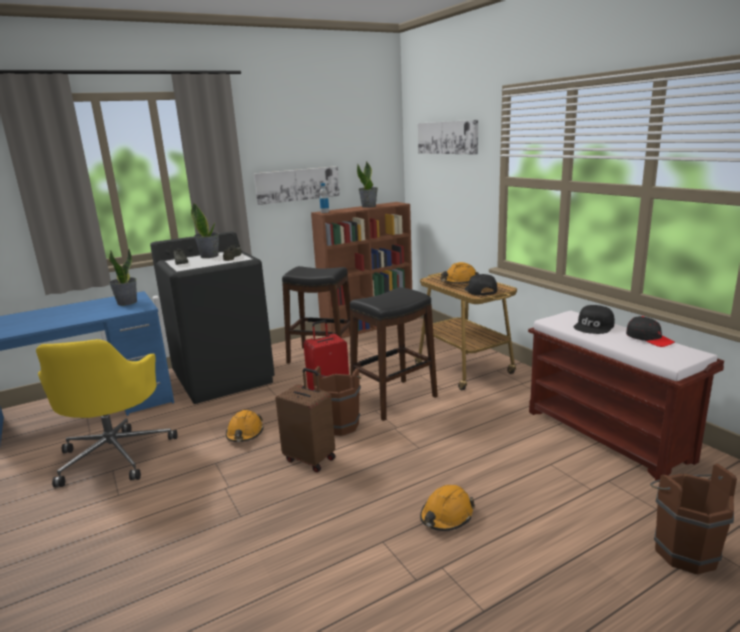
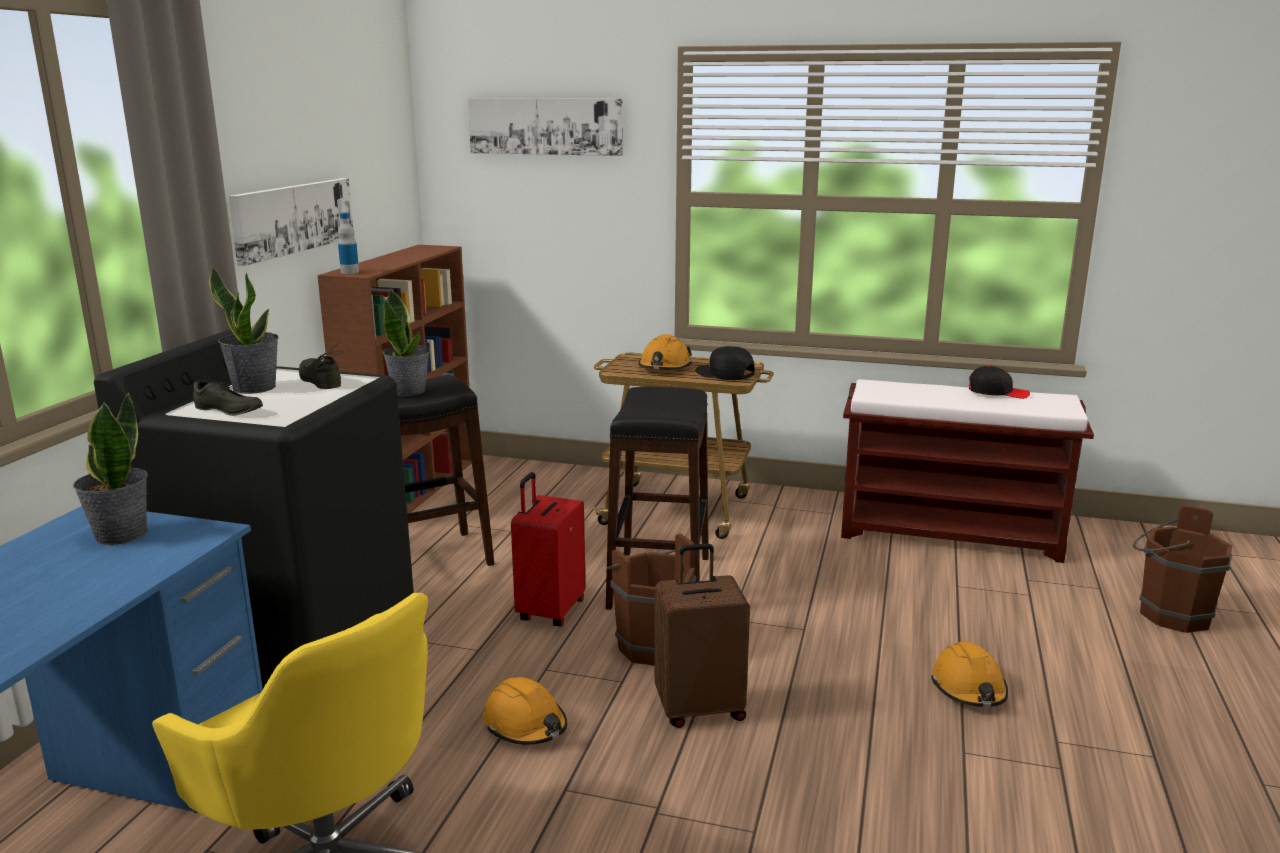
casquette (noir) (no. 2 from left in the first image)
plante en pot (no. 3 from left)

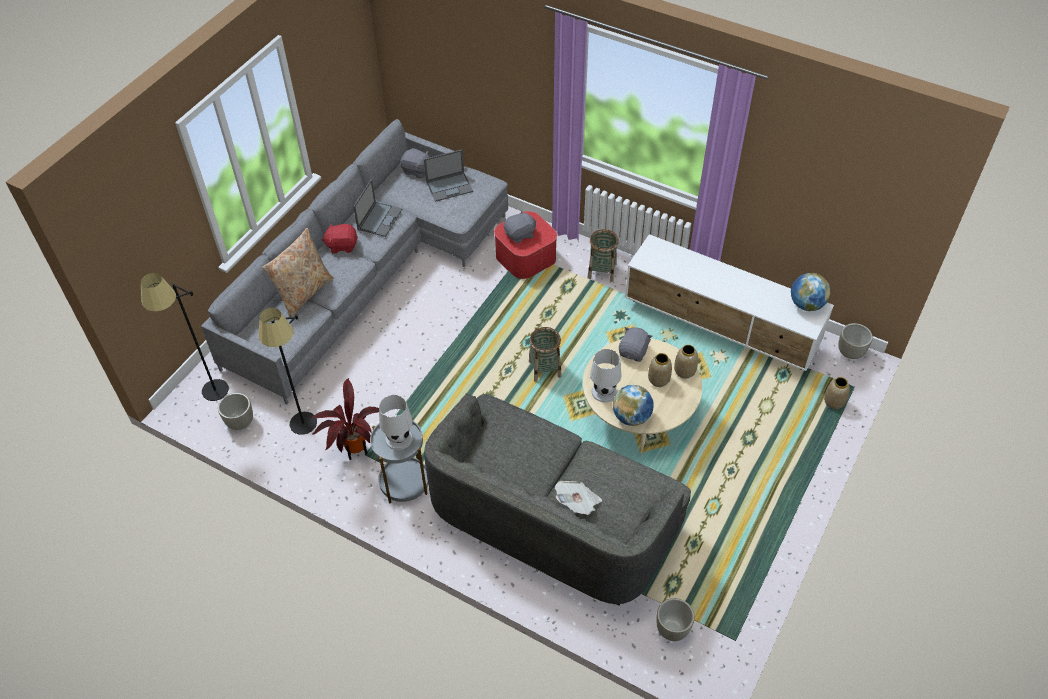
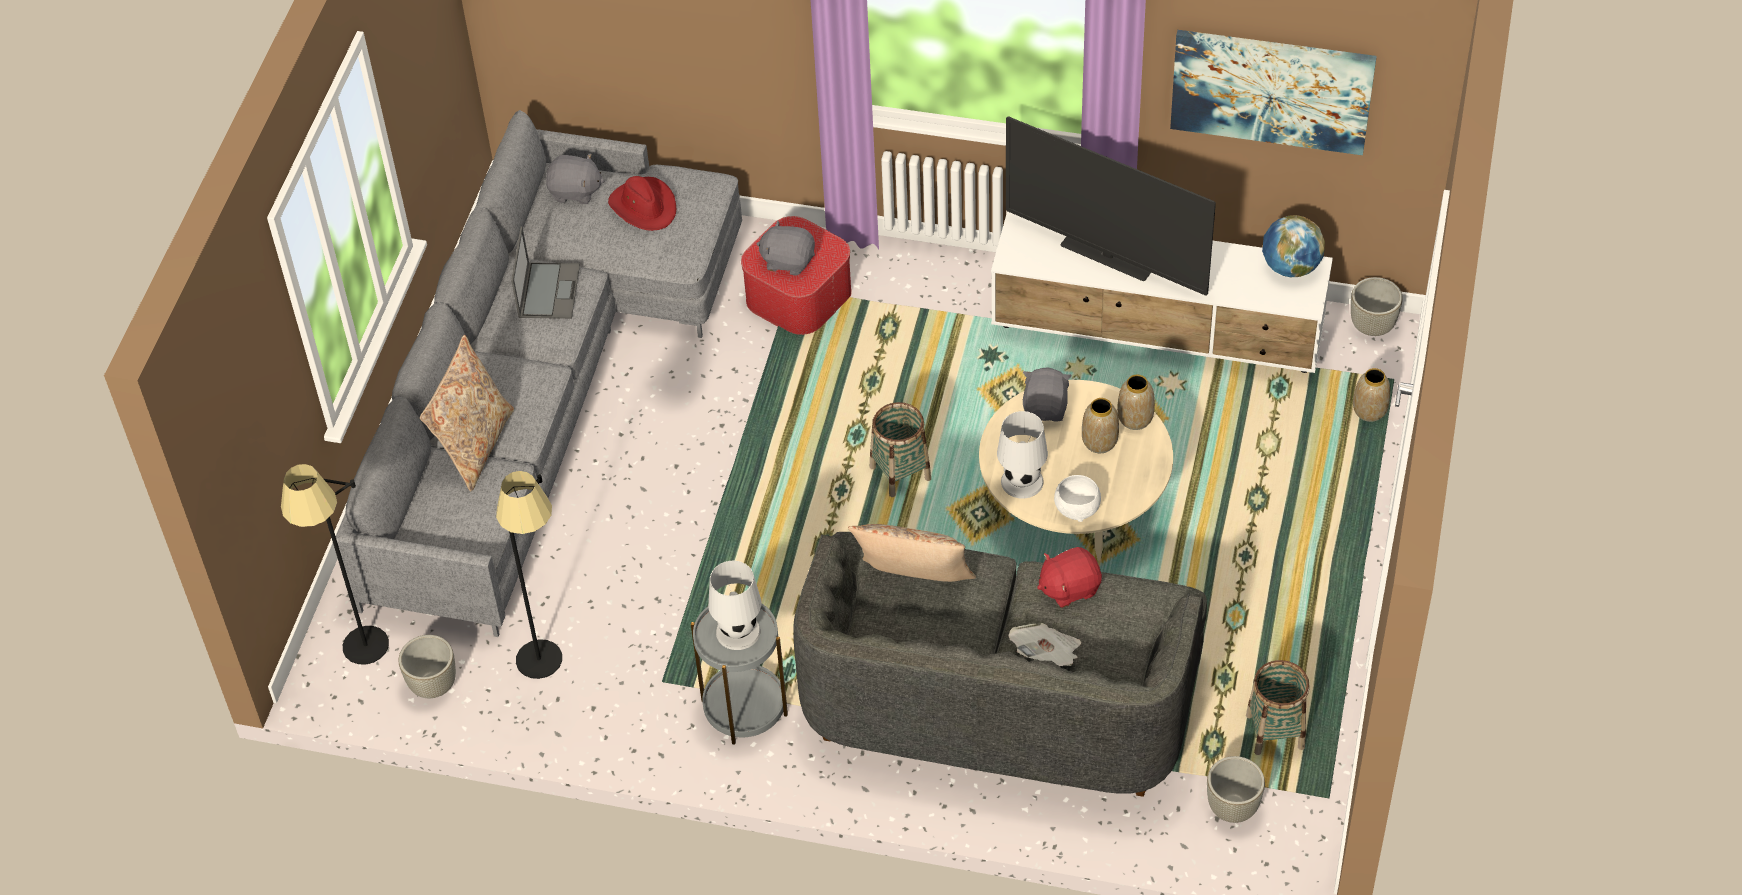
plante en pot
coussin (beige) (no. 2 from left)
téléviseur
tableau
peluche (rouge)
panier (no. 2 from left)
chapeau (rouge)
bol (blanc)
peluche (gris) (no. 2 from left)

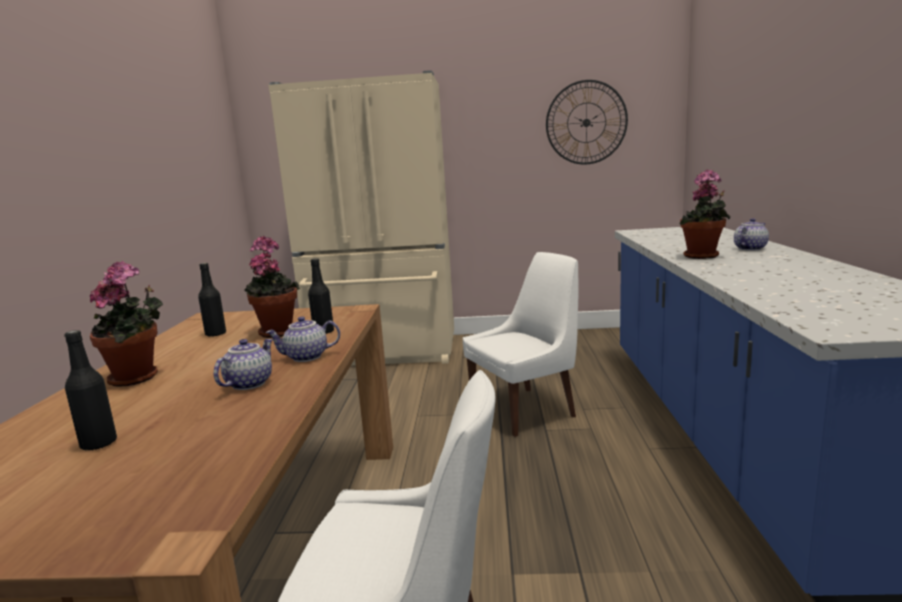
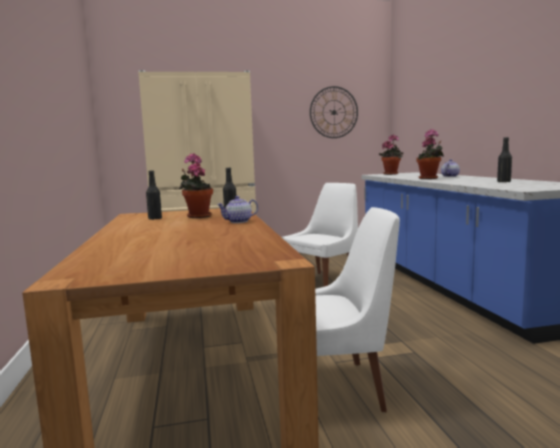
théière (no. 1 from left in the first image)
bouteille (noir) (no. 3 from left)
plante en pot (no. 2 from left)

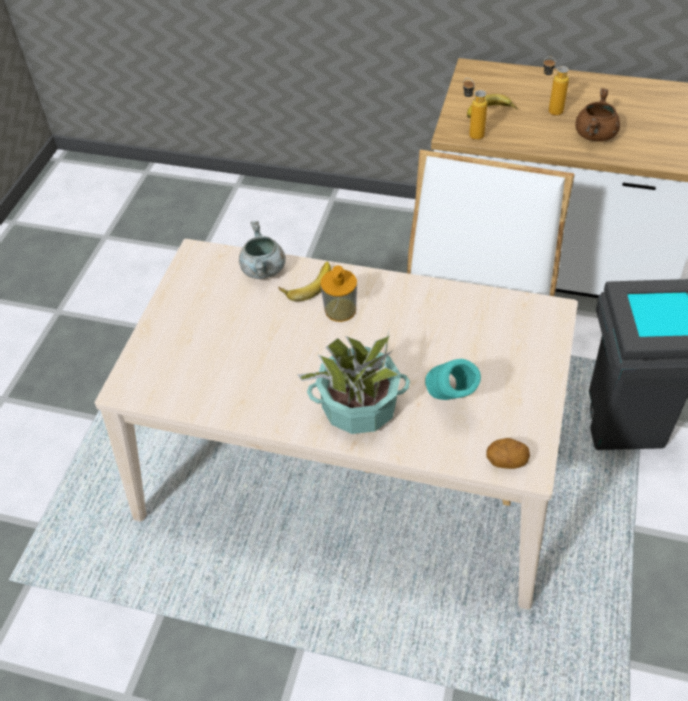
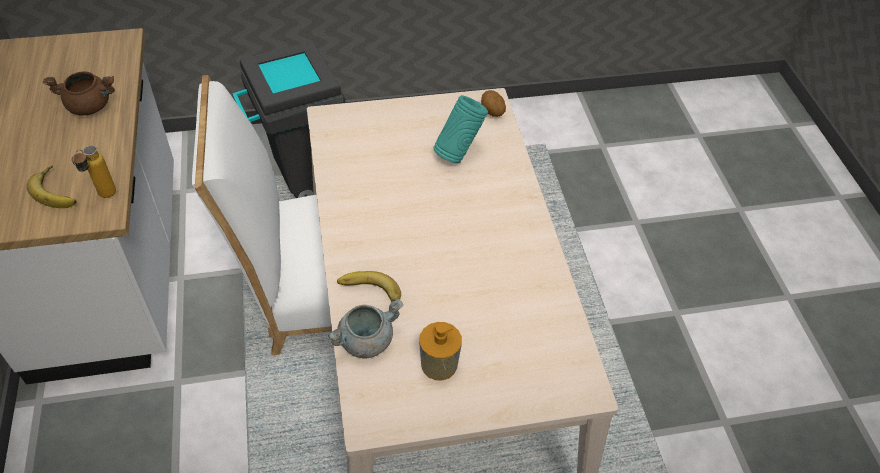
plante en pot
bouteille (no. 2 from left in the first image)
distributeur de savon

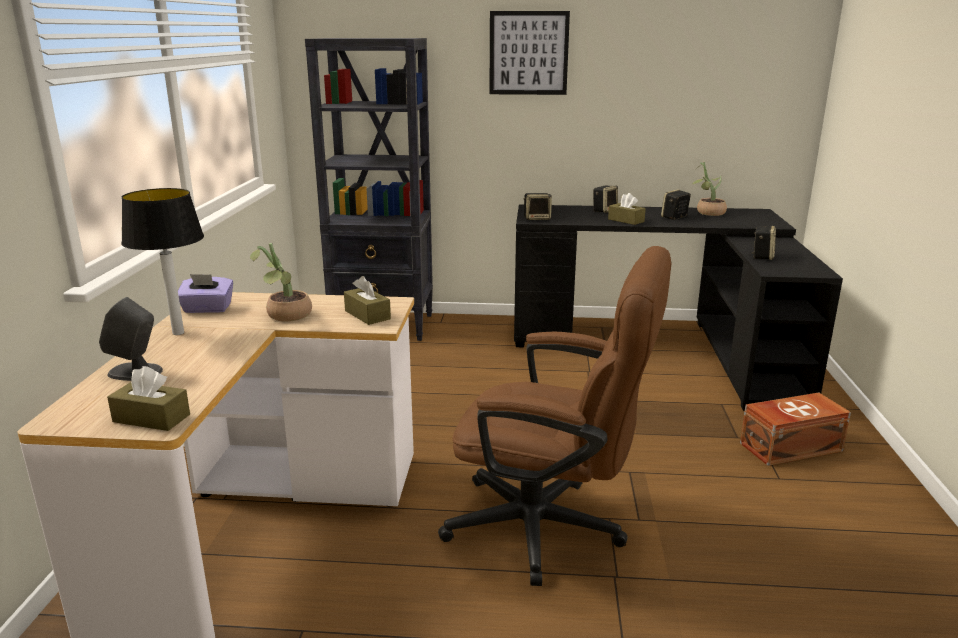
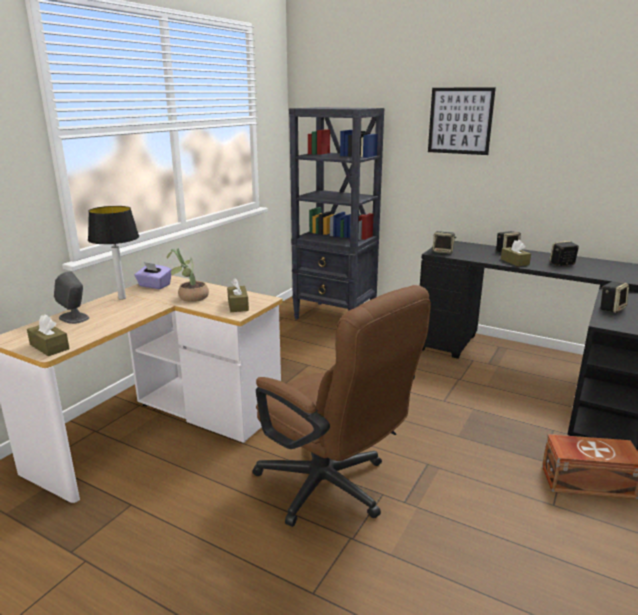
plante en pot (no. 2 from left in the first image)

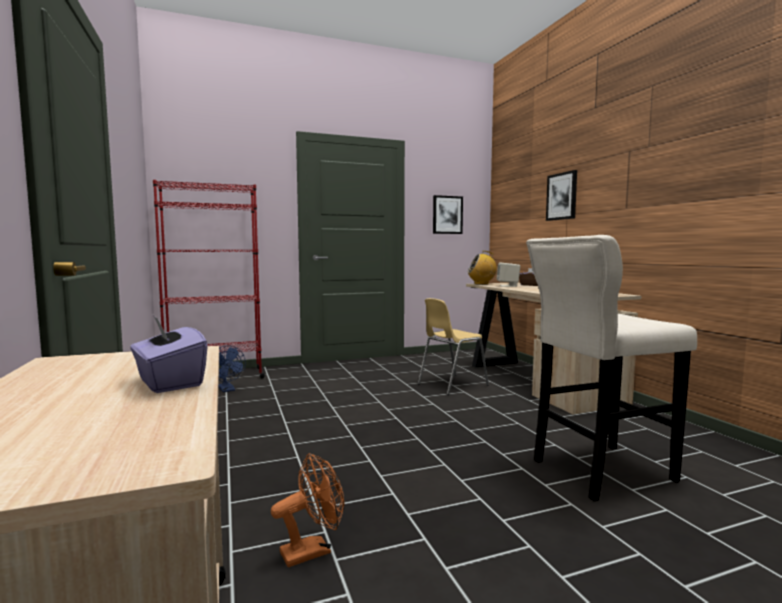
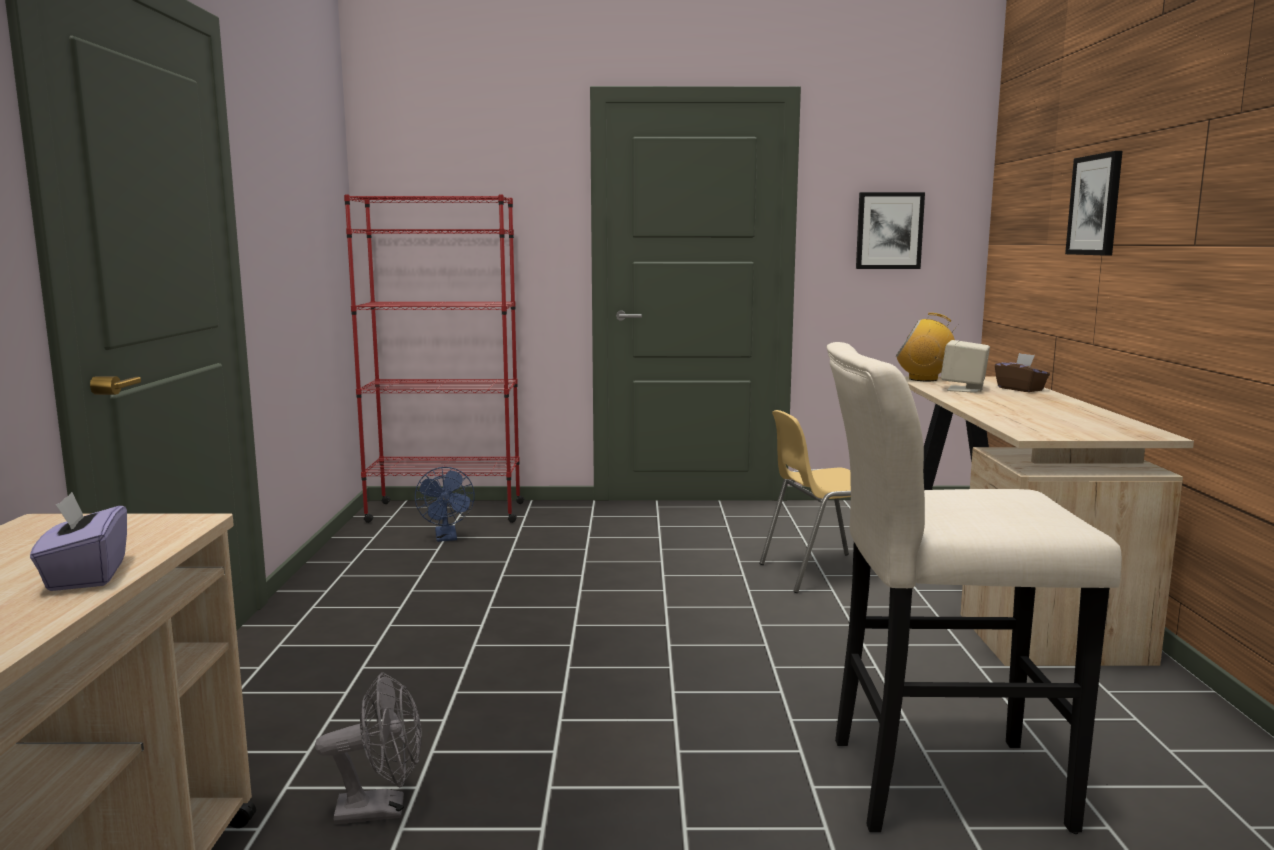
ventilateur (gris)

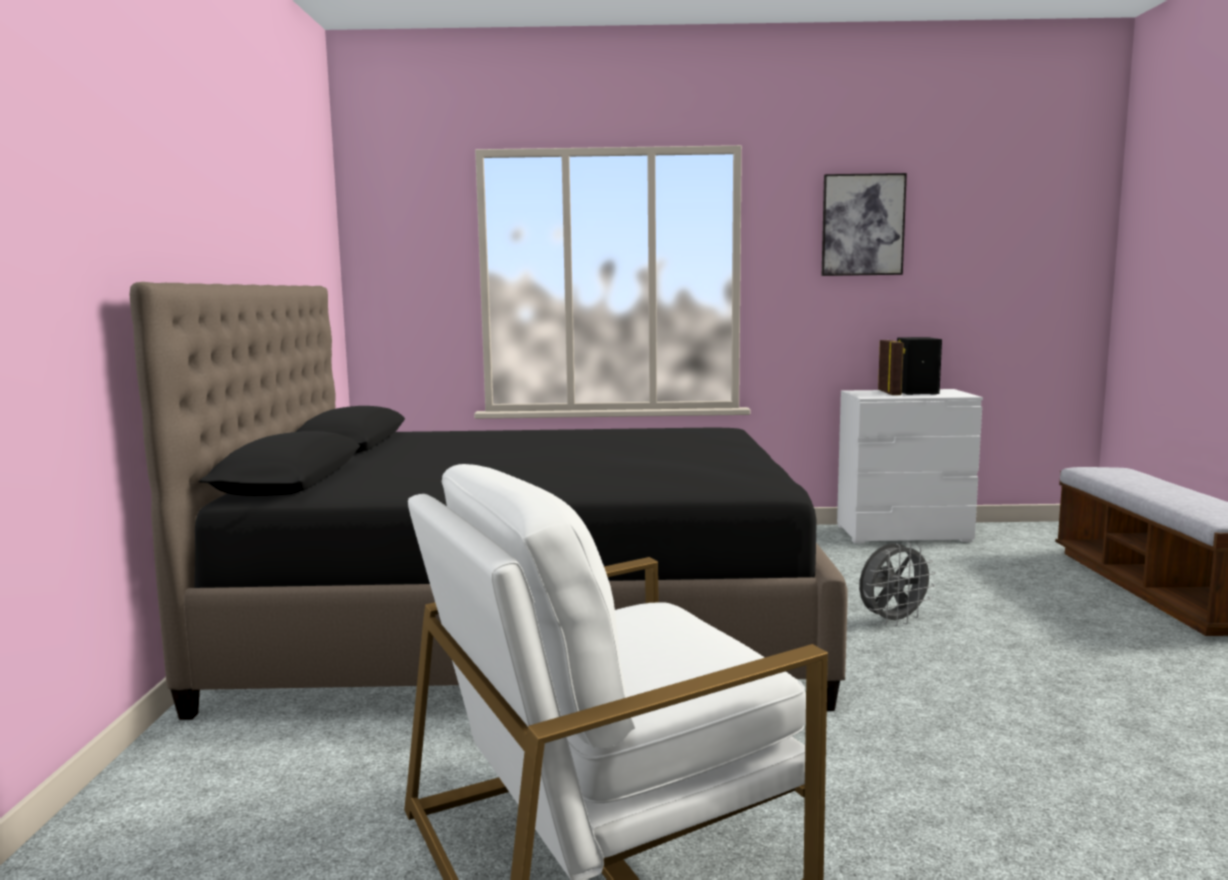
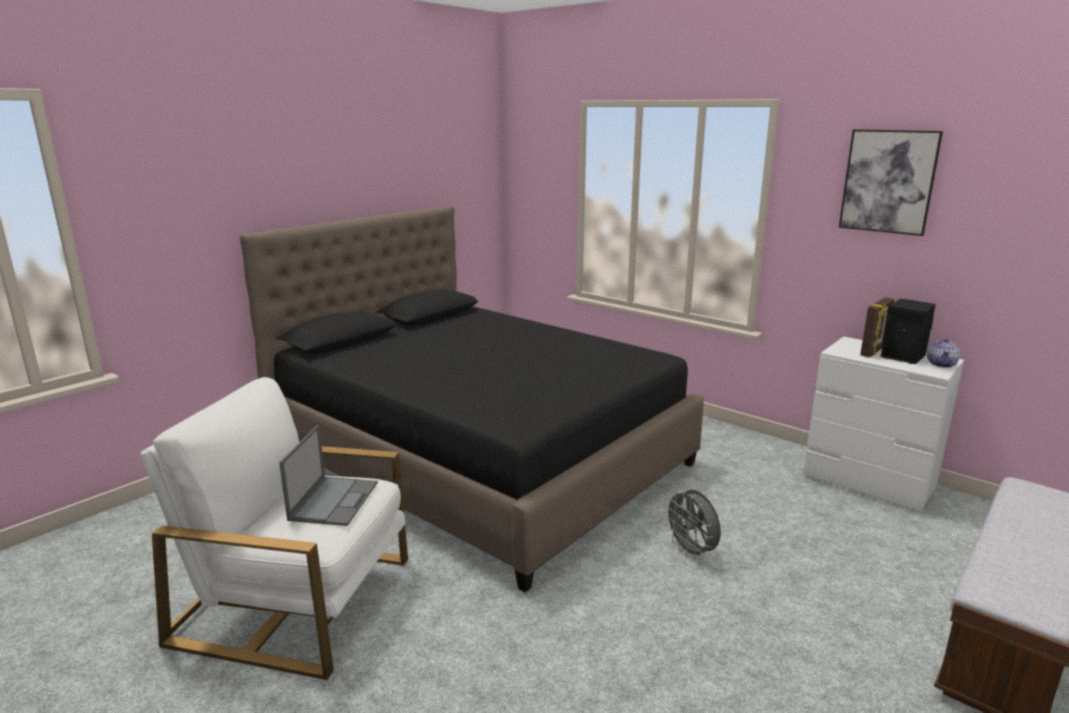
ordinateur portable
théière
ventilateur (gris)

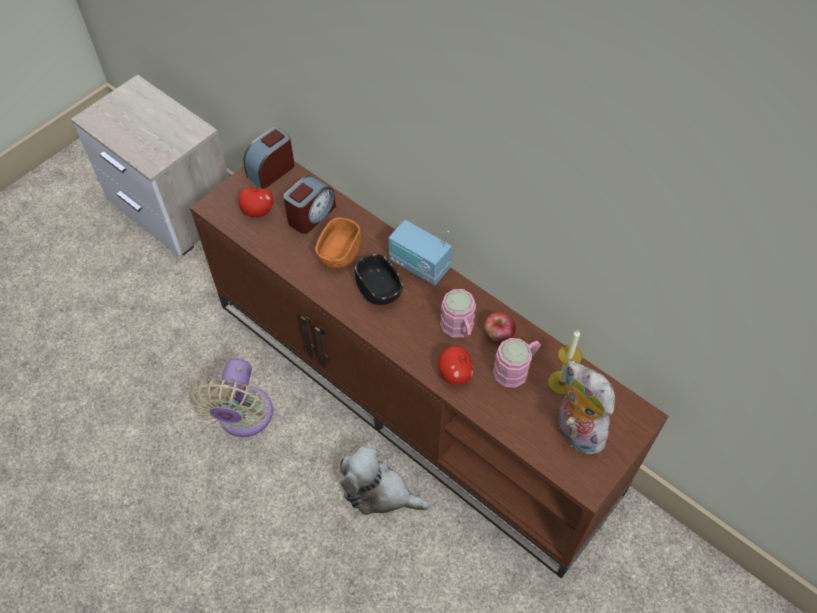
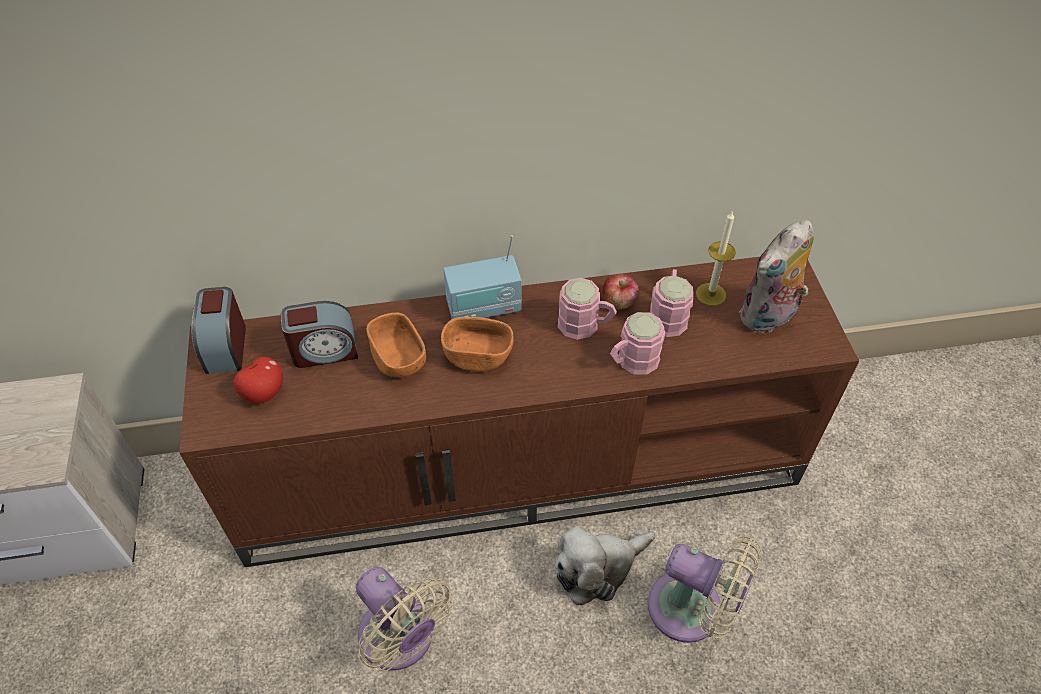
ventilateur (beige) (no. 2 from left)
mug (rose) (no. 2 from left)
bol (orange) (no. 2 from left)
réveil (no. 2 from left)
peluche (no. 2 from left)

